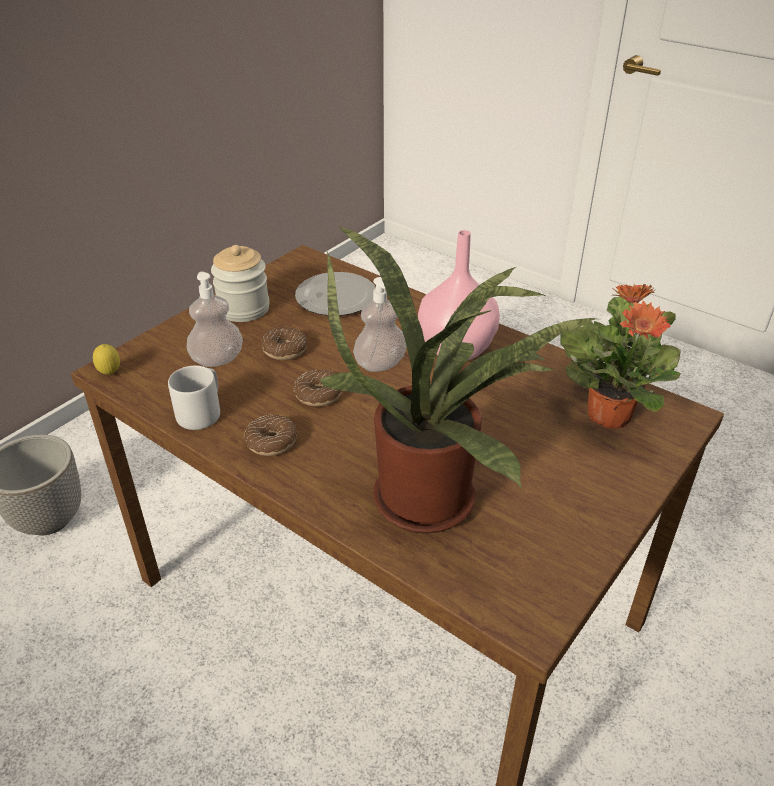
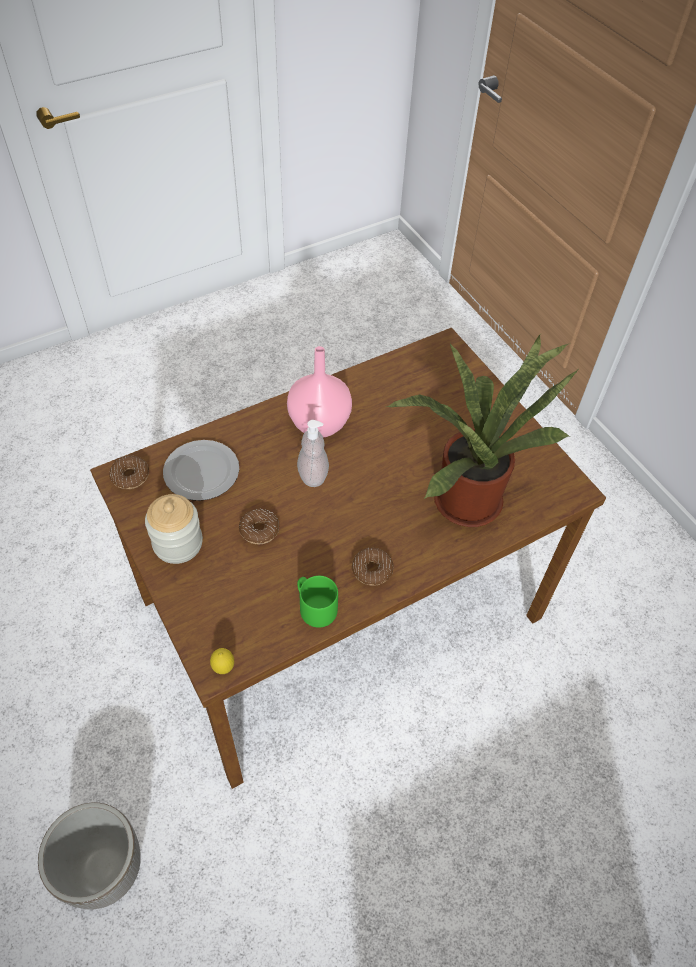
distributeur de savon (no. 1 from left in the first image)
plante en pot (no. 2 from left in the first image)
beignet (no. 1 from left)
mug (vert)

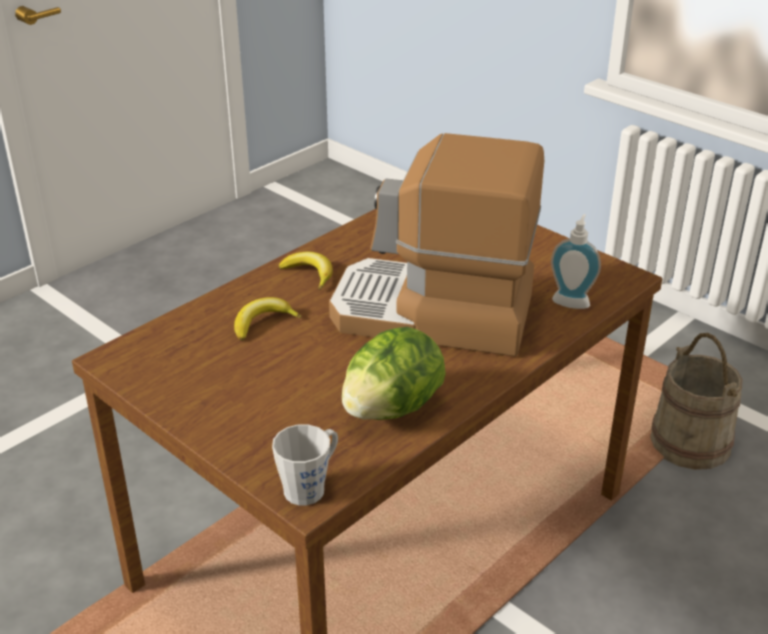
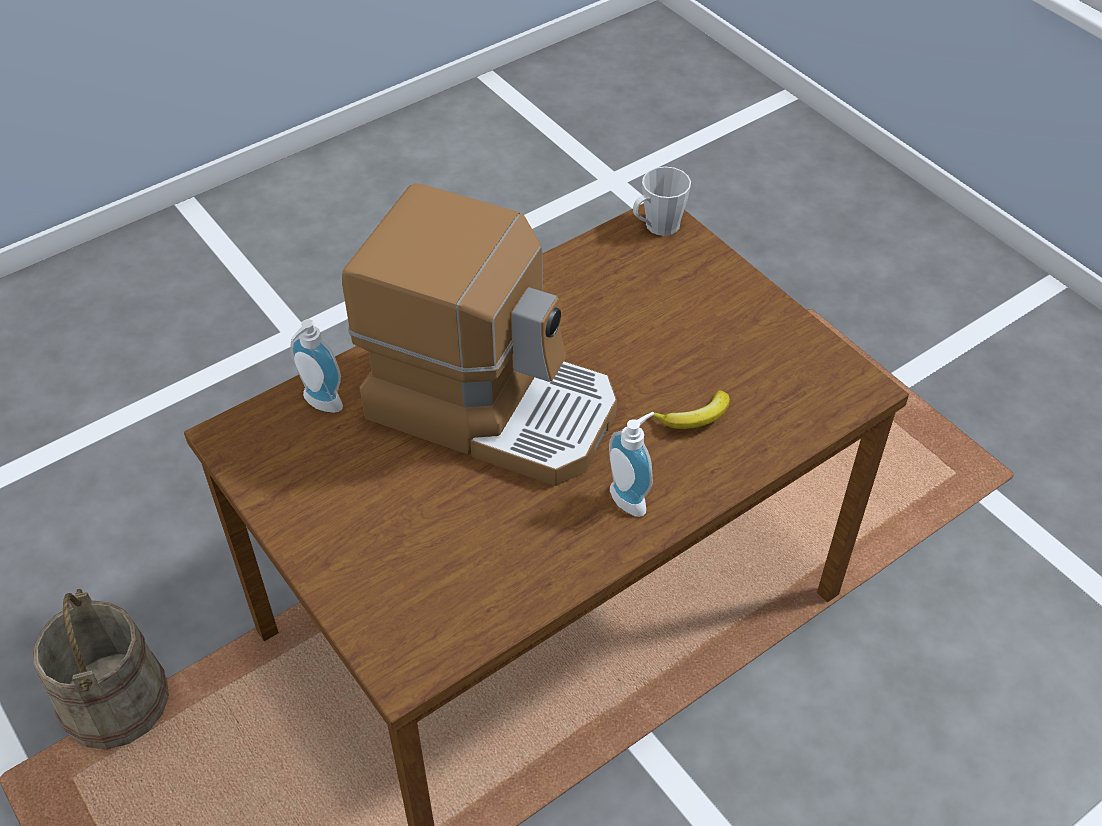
laitue
distributeur de savon (no. 2 from left)

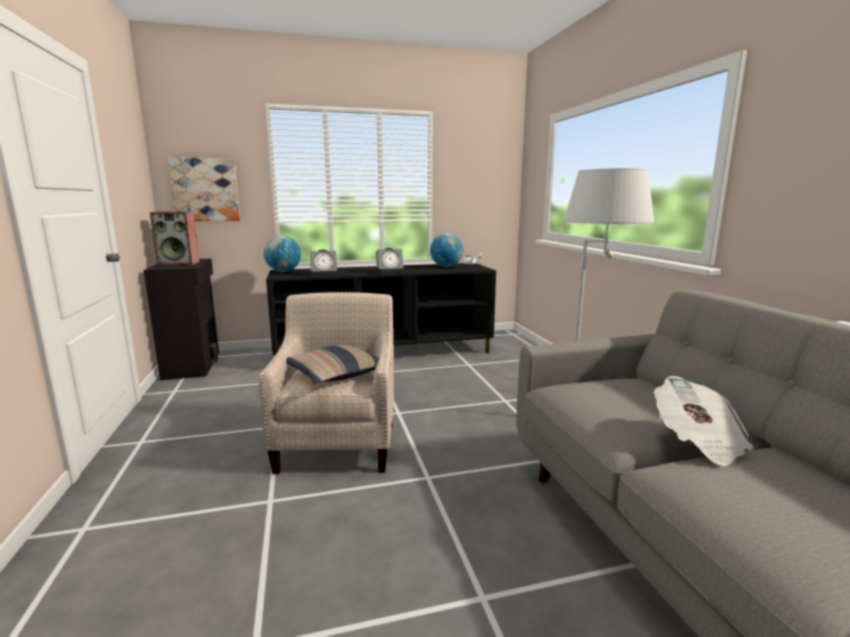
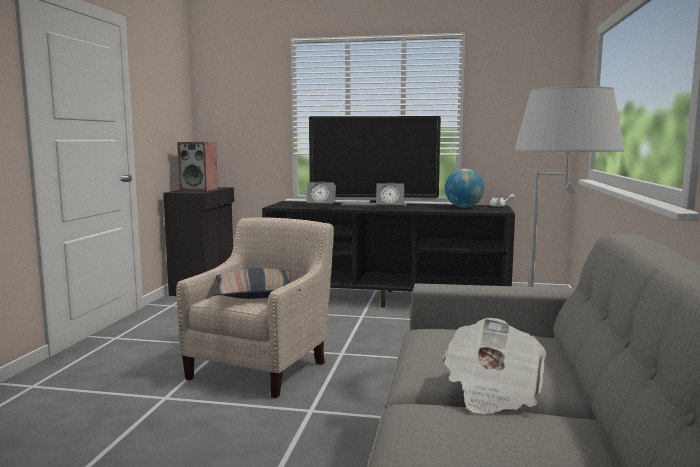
tableau
globe (no. 1 from left in the first image)
téléviseur

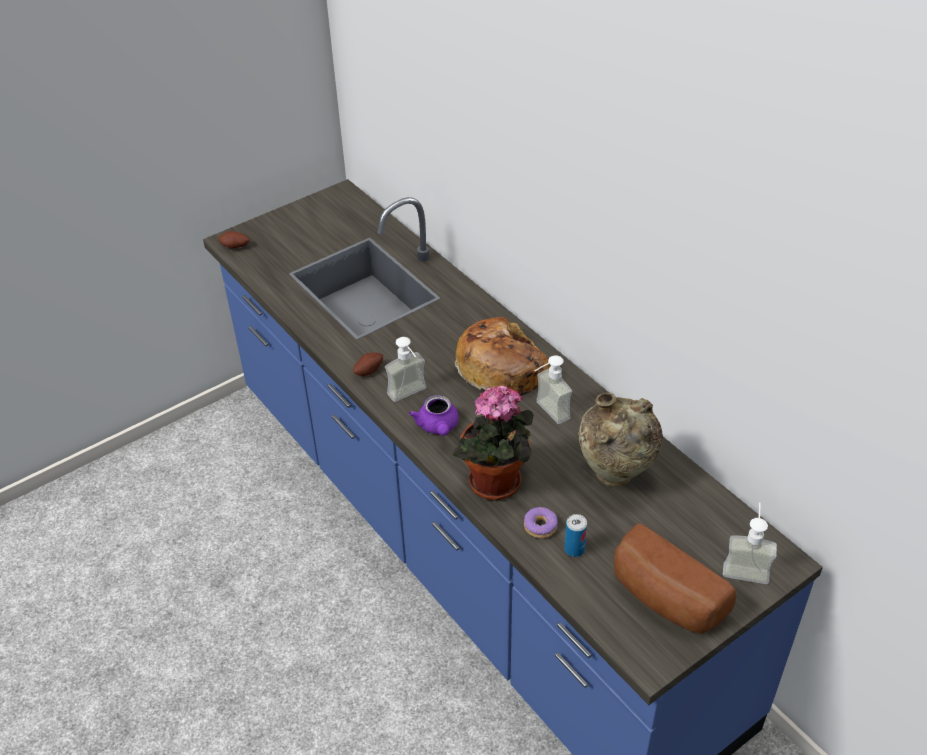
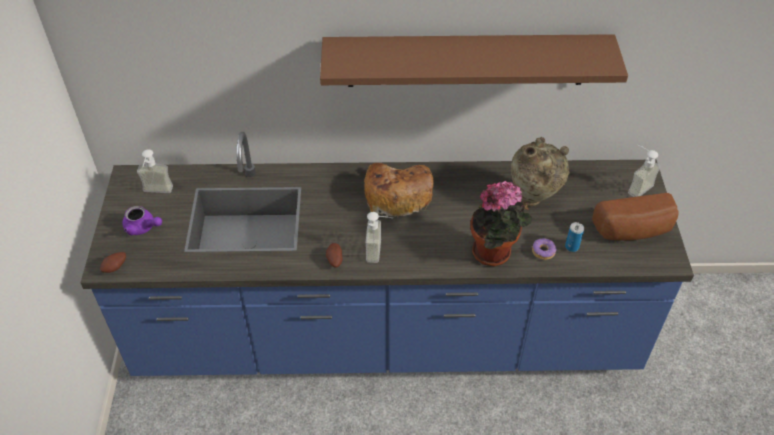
étagère (marron)
théière (violet)
distributeur de savon (no. 1 from left)

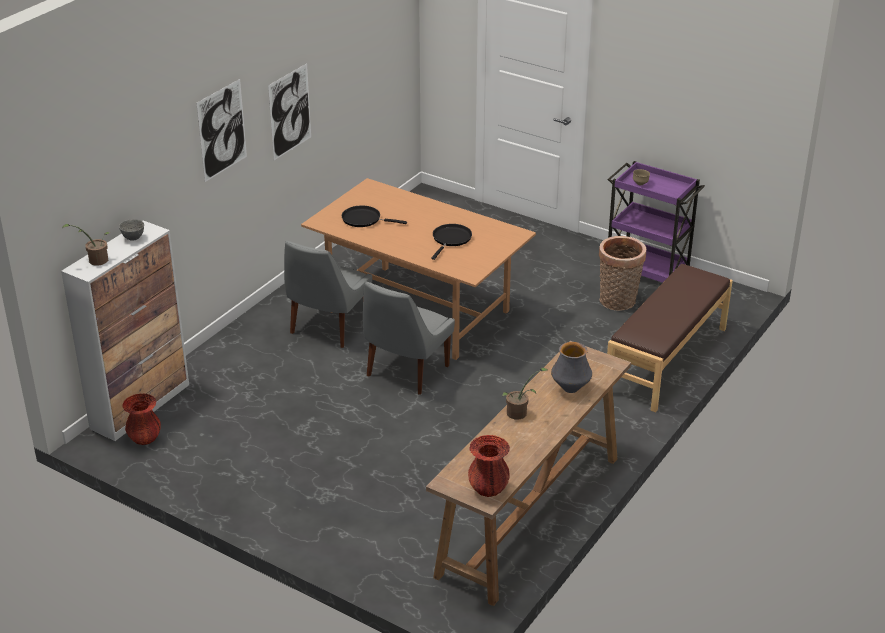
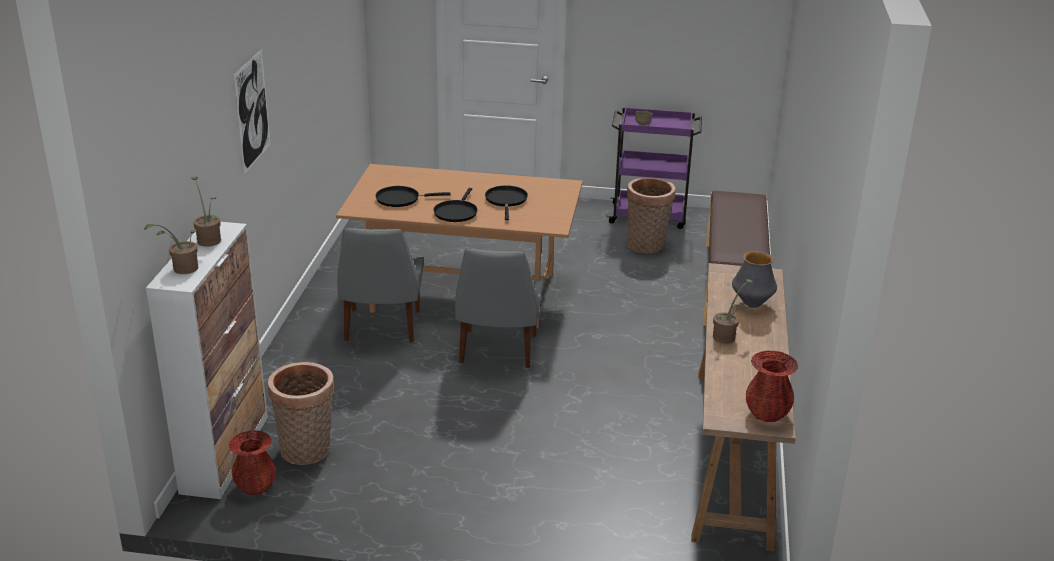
tableau (no. 2 from left in the first image)
panier (no. 1 from left)
poêle (noir) (no. 2 from left)
plante en pot (no. 2 from left)

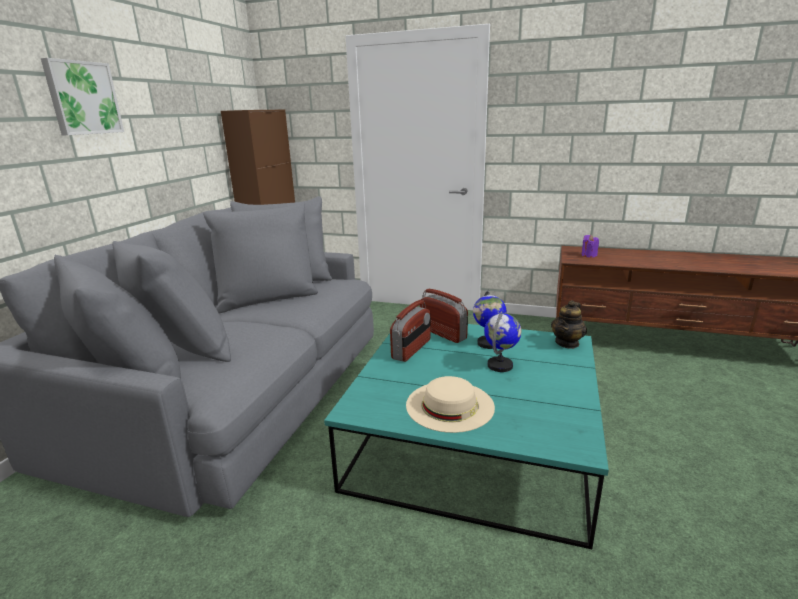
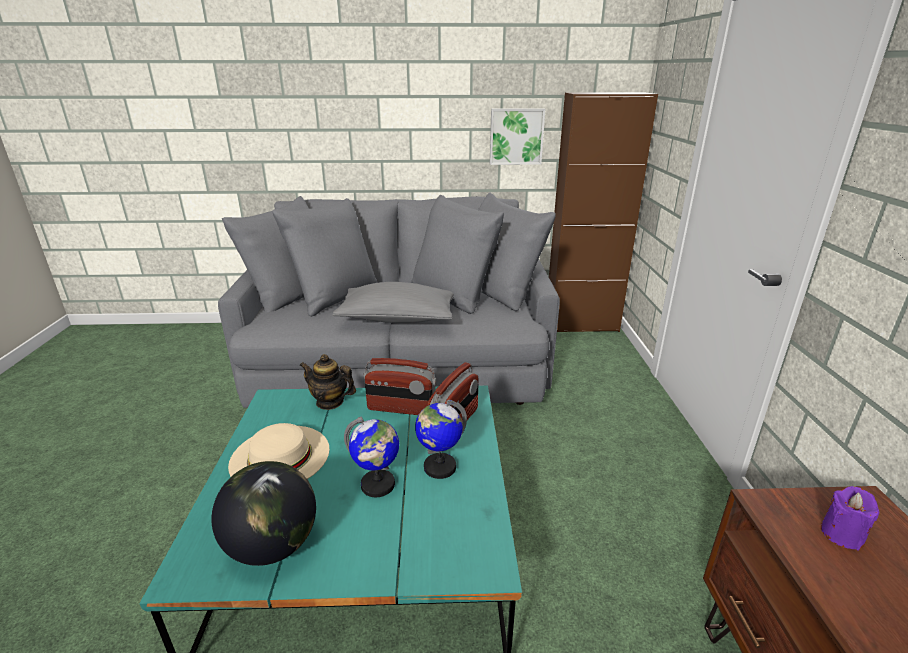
globe (no. 1 from left)
coussin (gris)
tableau
théière

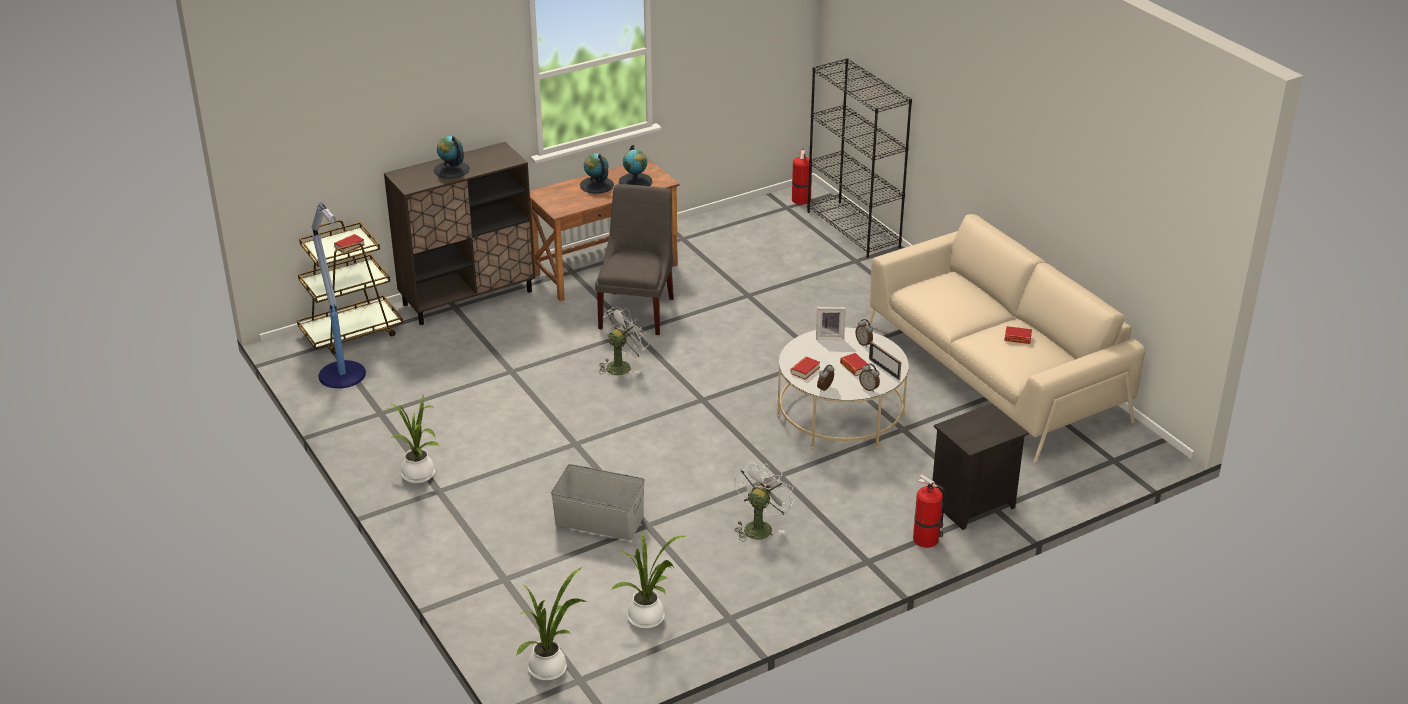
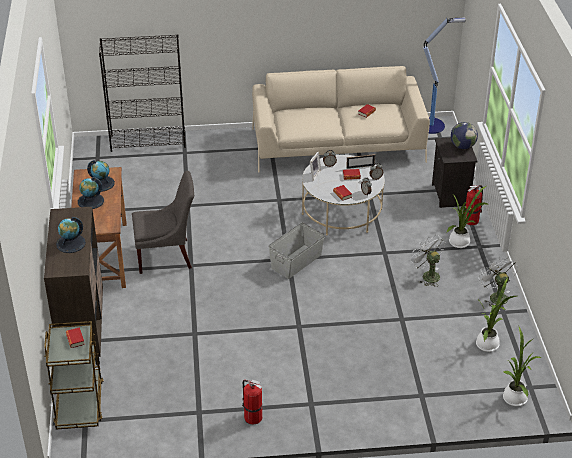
globe (no. 4 from left)
lampadaire
plante en pot (no. 1 from left)
boîte de rangement (gris)
ventilateur (blanc) (no. 2 from left)
extincteur (no. 1 from left)
chaise (gris)

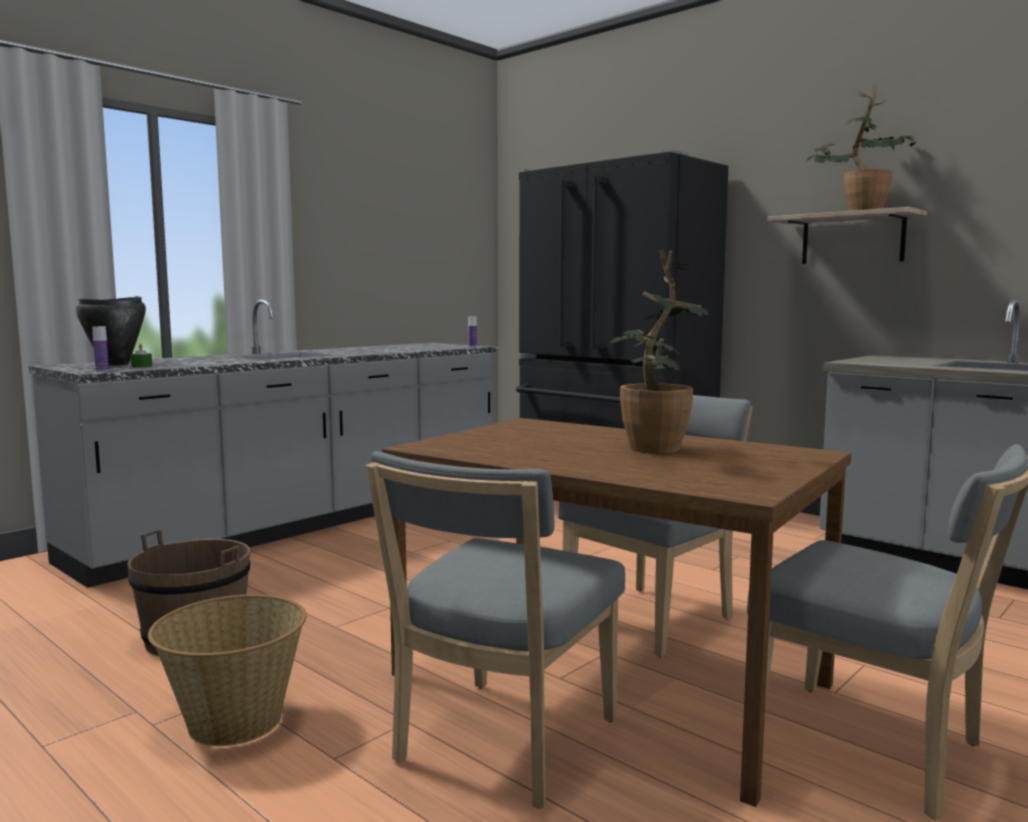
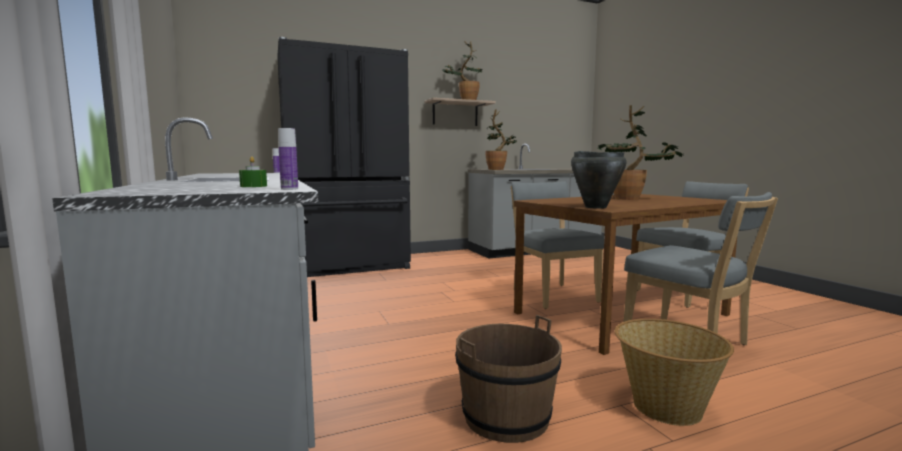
plante en pot (no. 2 from left)
marmite (noir)

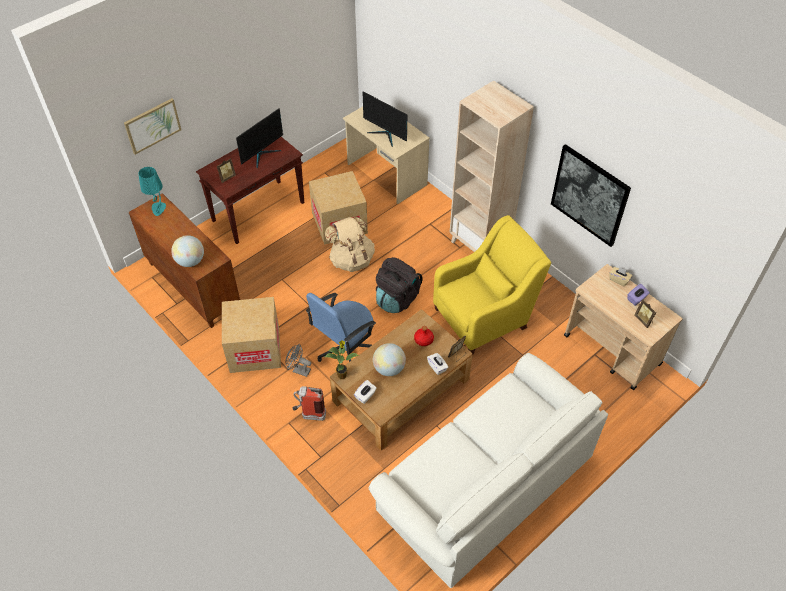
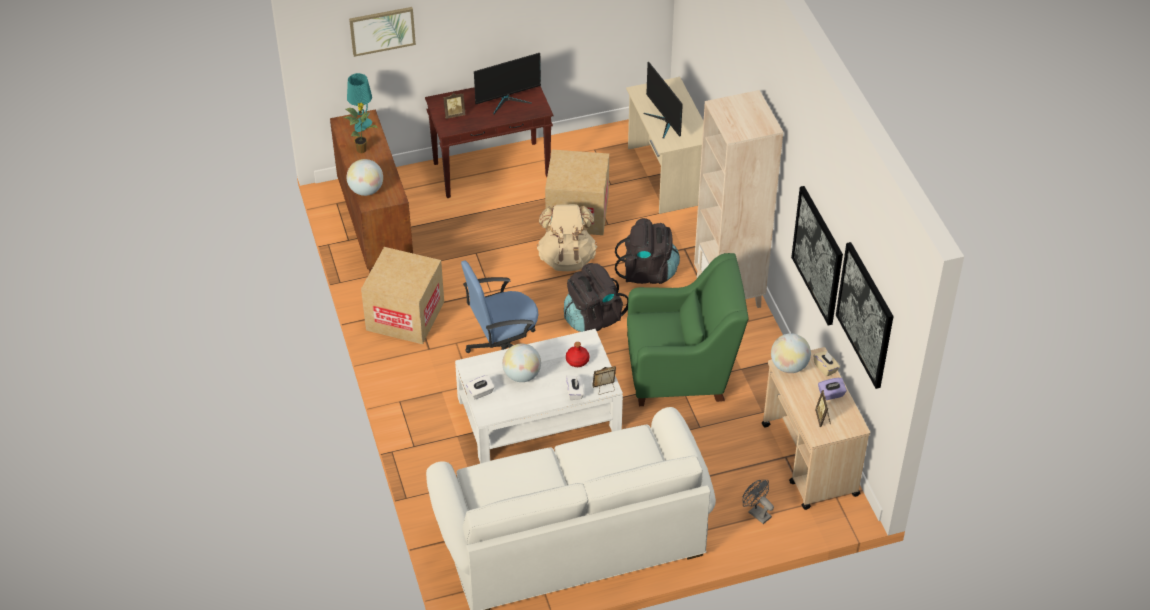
extincteur
sac à dos (noir) (no. 2 from left)
globe (no. 3 from left)
tableau (no. 3 from left)
ventilateur (gris)
plante en pot
table basse (blanc)
fauteuil (vert)

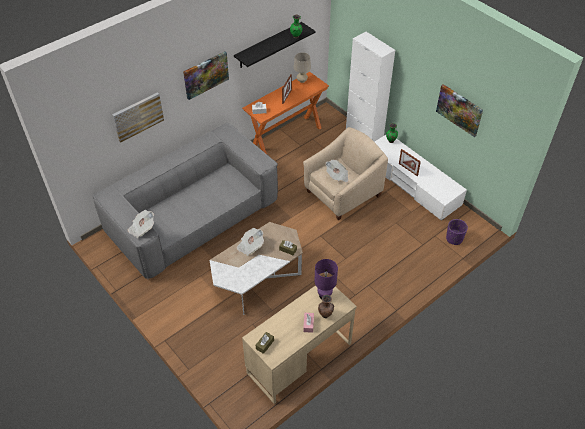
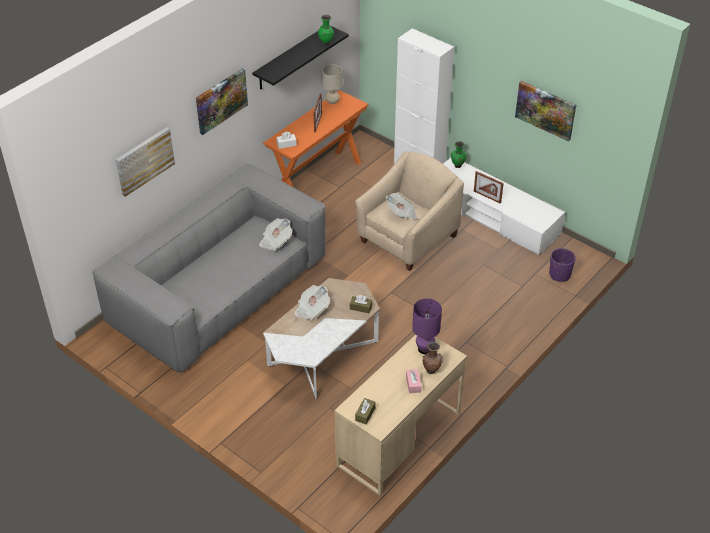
journal (no. 1 from left)

